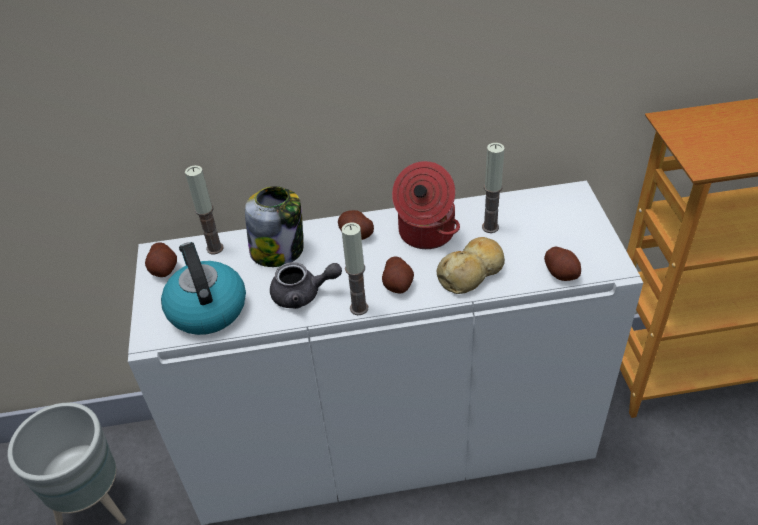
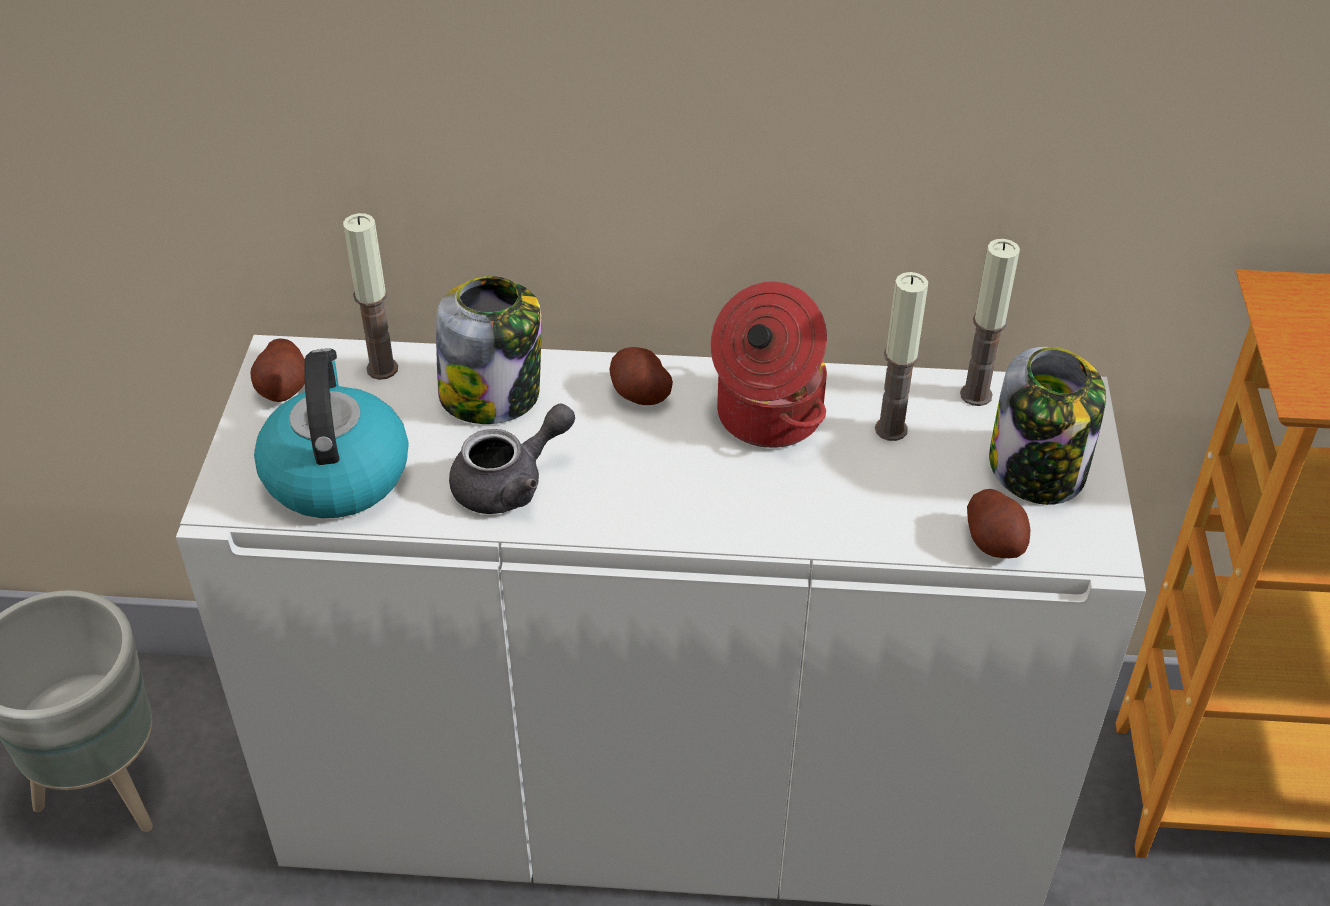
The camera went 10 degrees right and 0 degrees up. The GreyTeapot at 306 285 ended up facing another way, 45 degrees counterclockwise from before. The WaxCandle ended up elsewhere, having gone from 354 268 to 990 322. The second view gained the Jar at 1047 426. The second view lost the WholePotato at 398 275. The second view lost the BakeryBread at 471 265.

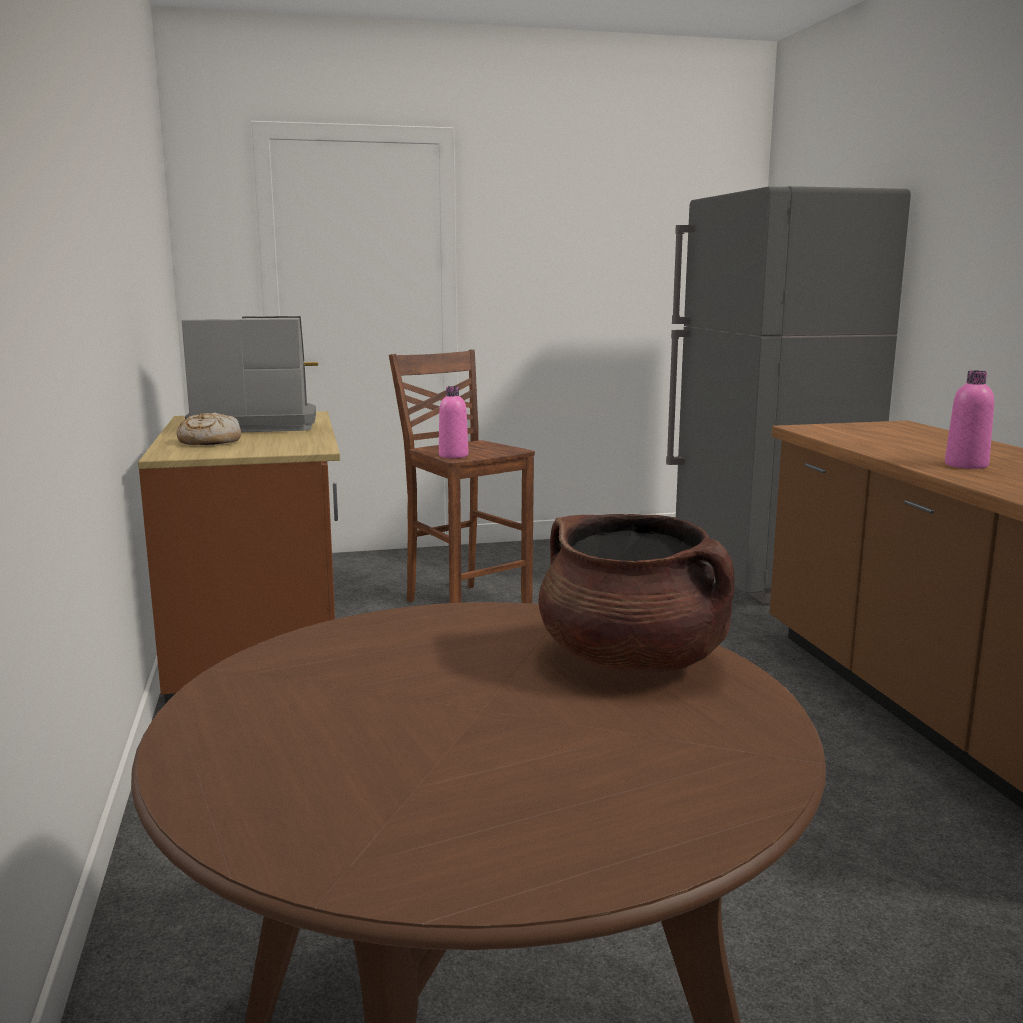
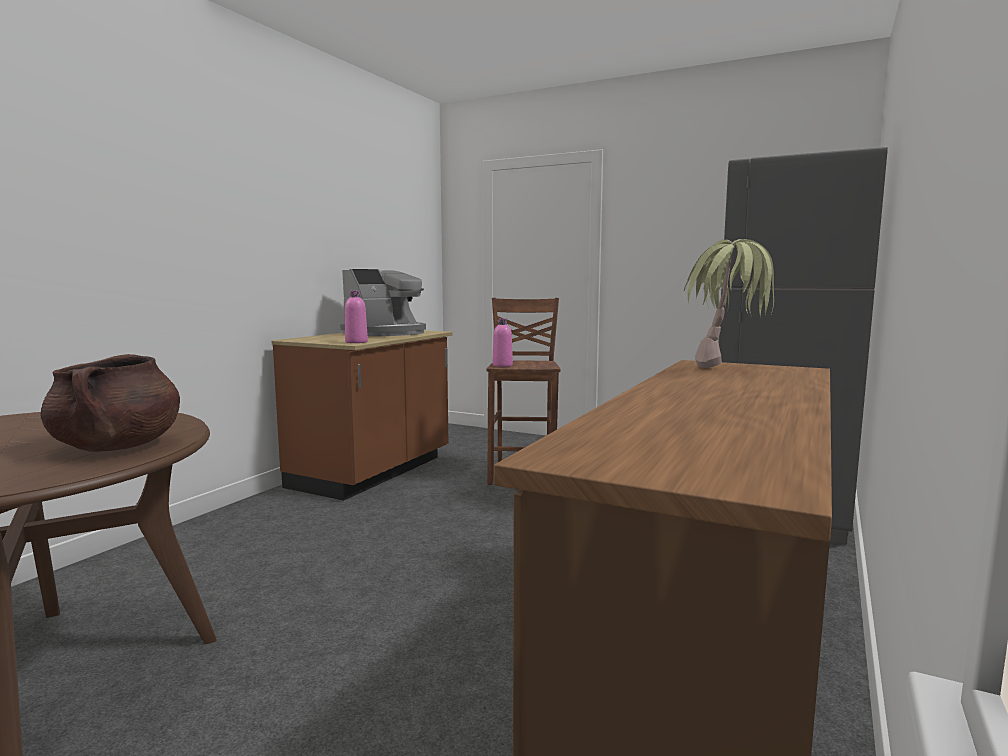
The camera went 40 degrees right and 5 degrees down. The CoffeeBrewer at 249 374 ended up facing another way, 105 degrees clockwise from before. The PinkColouredBottle ended up elsewhere, having gone from 969 419 to 356 317. The second view gained the PottedPlant at 729 303. The second view lost the BakeryBread at 209 429.

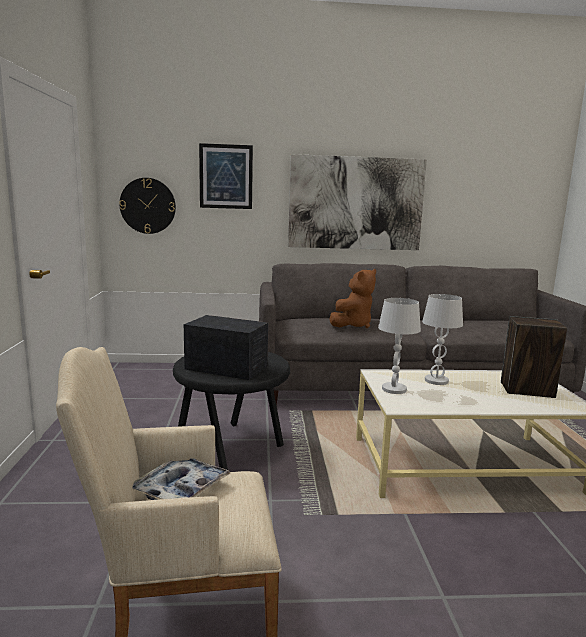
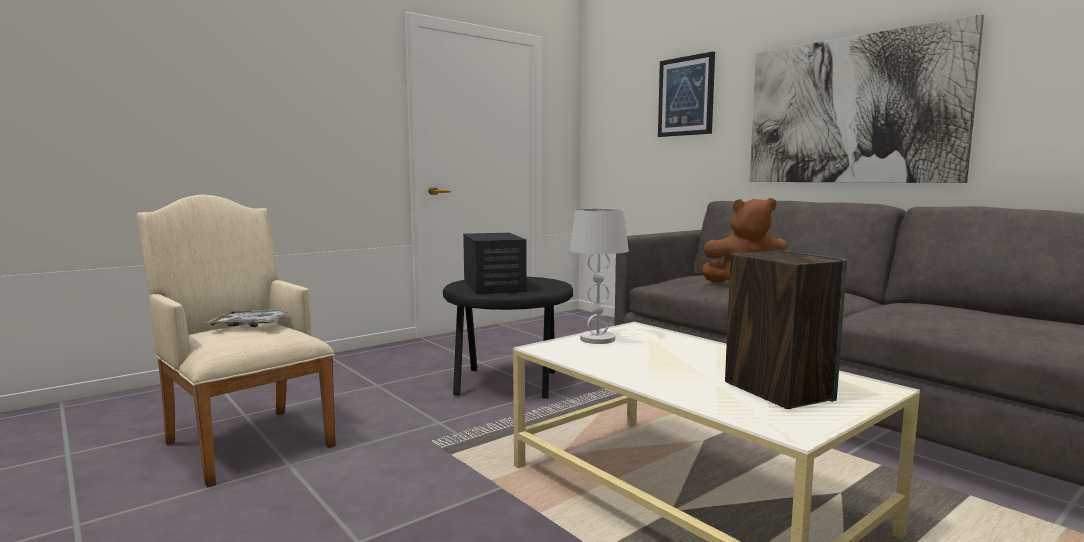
The camera went 55 degrees right and 5 degrees down. The second view lost the HangingClock at 147 206. The second view lost the WhiteTabletopLamp at 442 339.

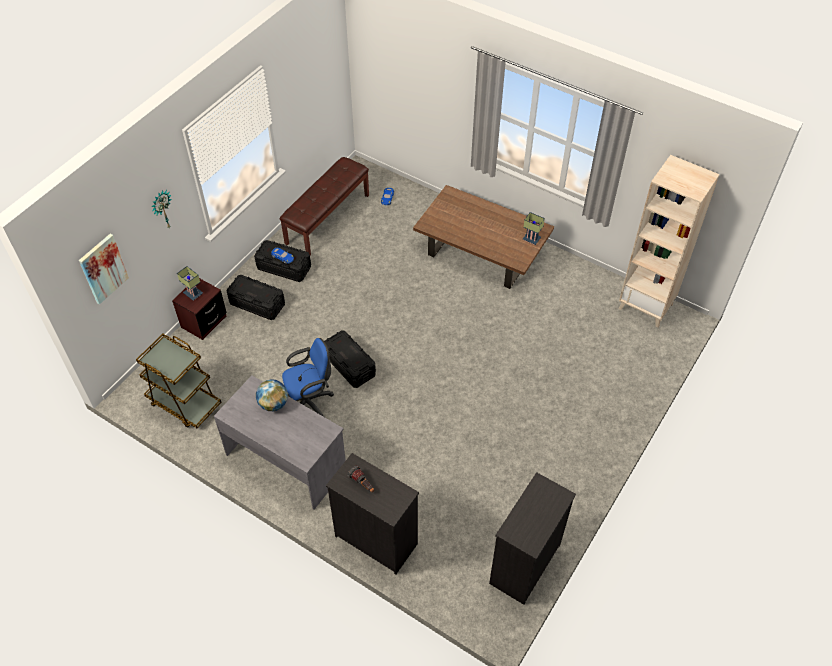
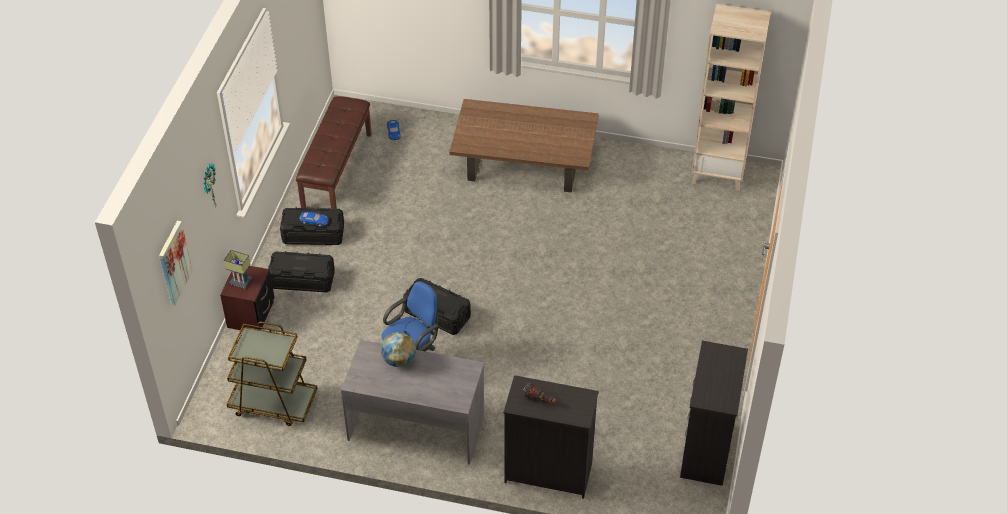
The camera went 20 degrees left and 5 degrees down. The second view lost the TabletopLamp at 534 228.

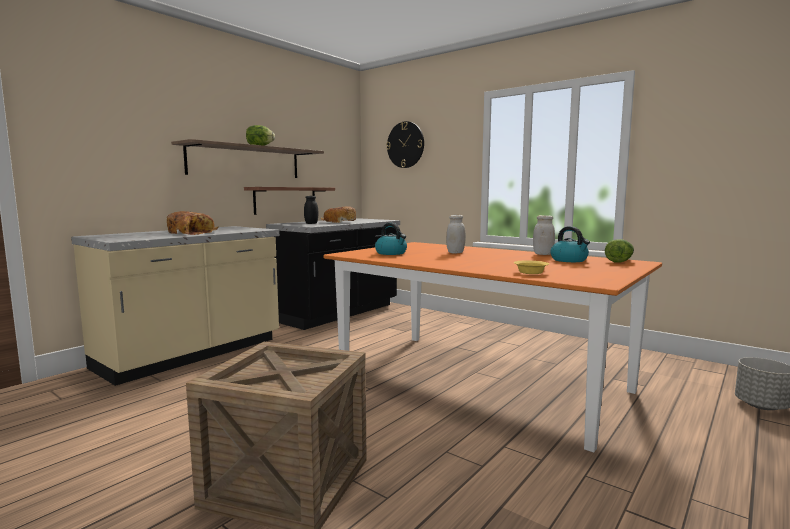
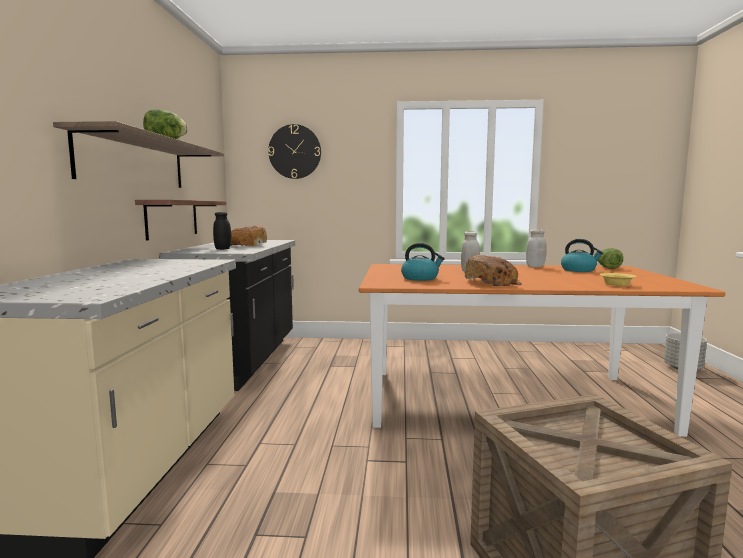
The camera went 35 degrees left and 0 degrees up. The BakeryBread ended up elsewhere, having gone from 192 223 to 493 270.

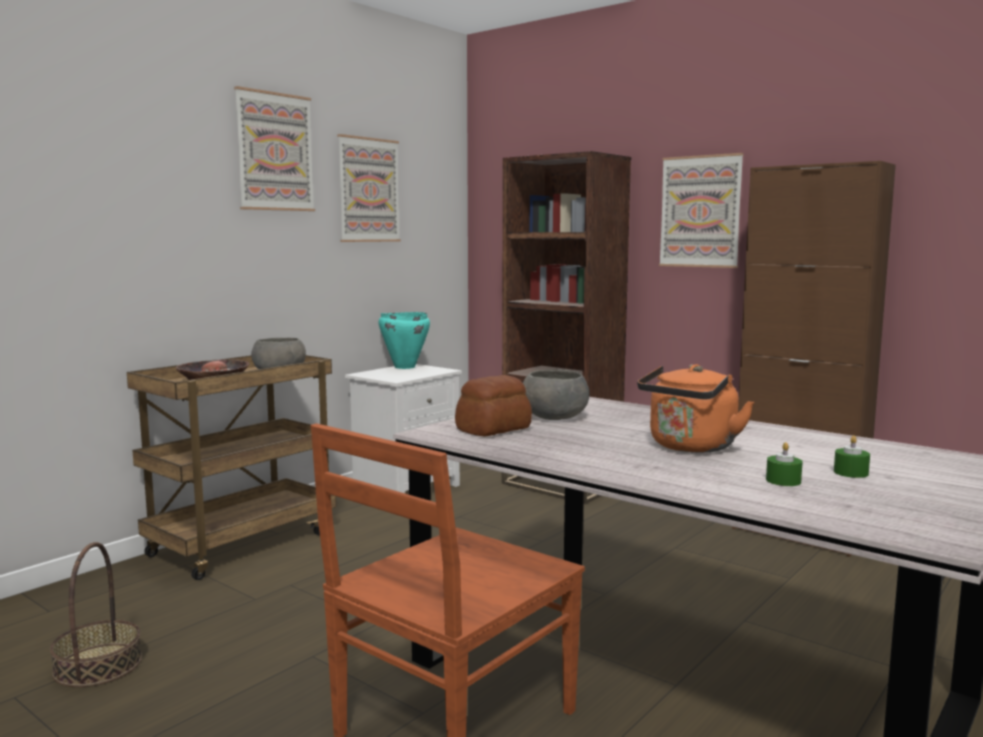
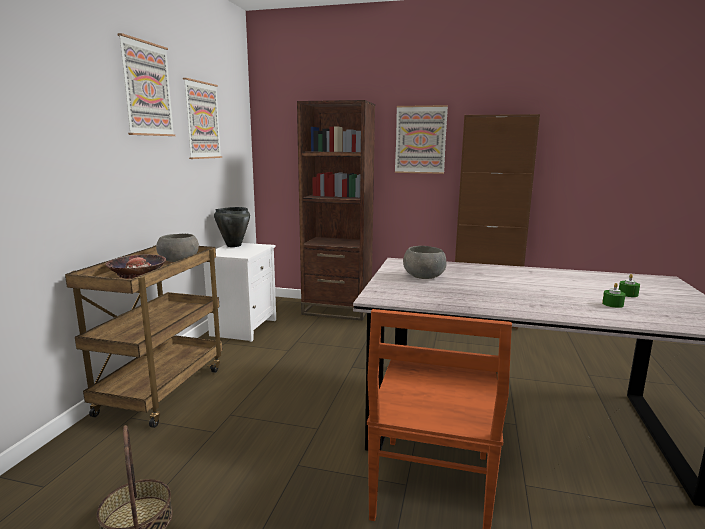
The camera went 25 degrees left and 5 degrees up. What was the BlueGreenCookingPot at 404 340 turned into the BlackColouredCookingPot at 232 227. The second view lost the BakeryBread at 493 406. The second view lost the OrangeColouredKettle at 695 408.

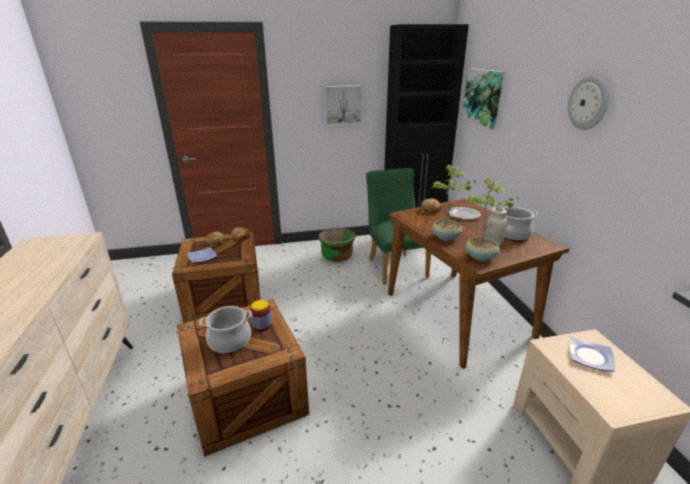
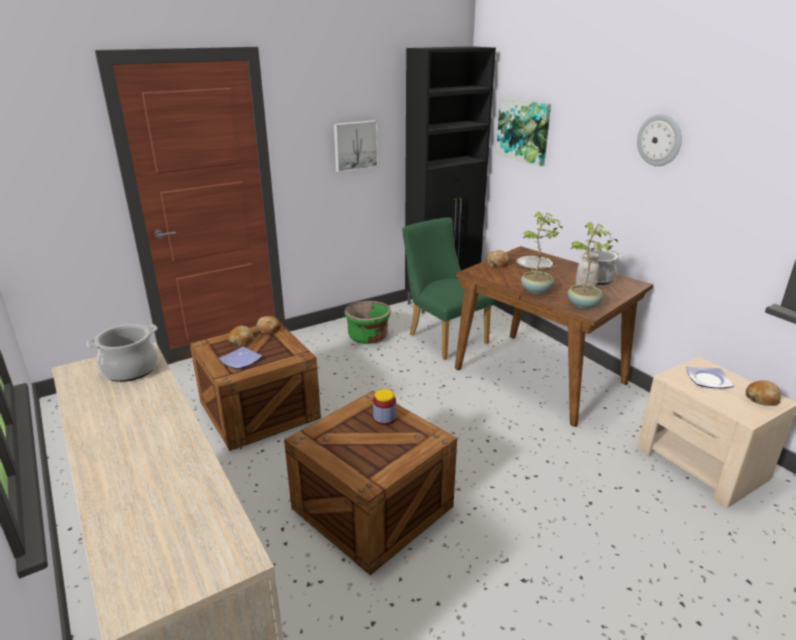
The camera went 20 degrees left and 0 degrees up. The CookingPot ended up elsewhere, having gone from 225 330 to 122 353. The second view gained the BakeryBread at 763 393.

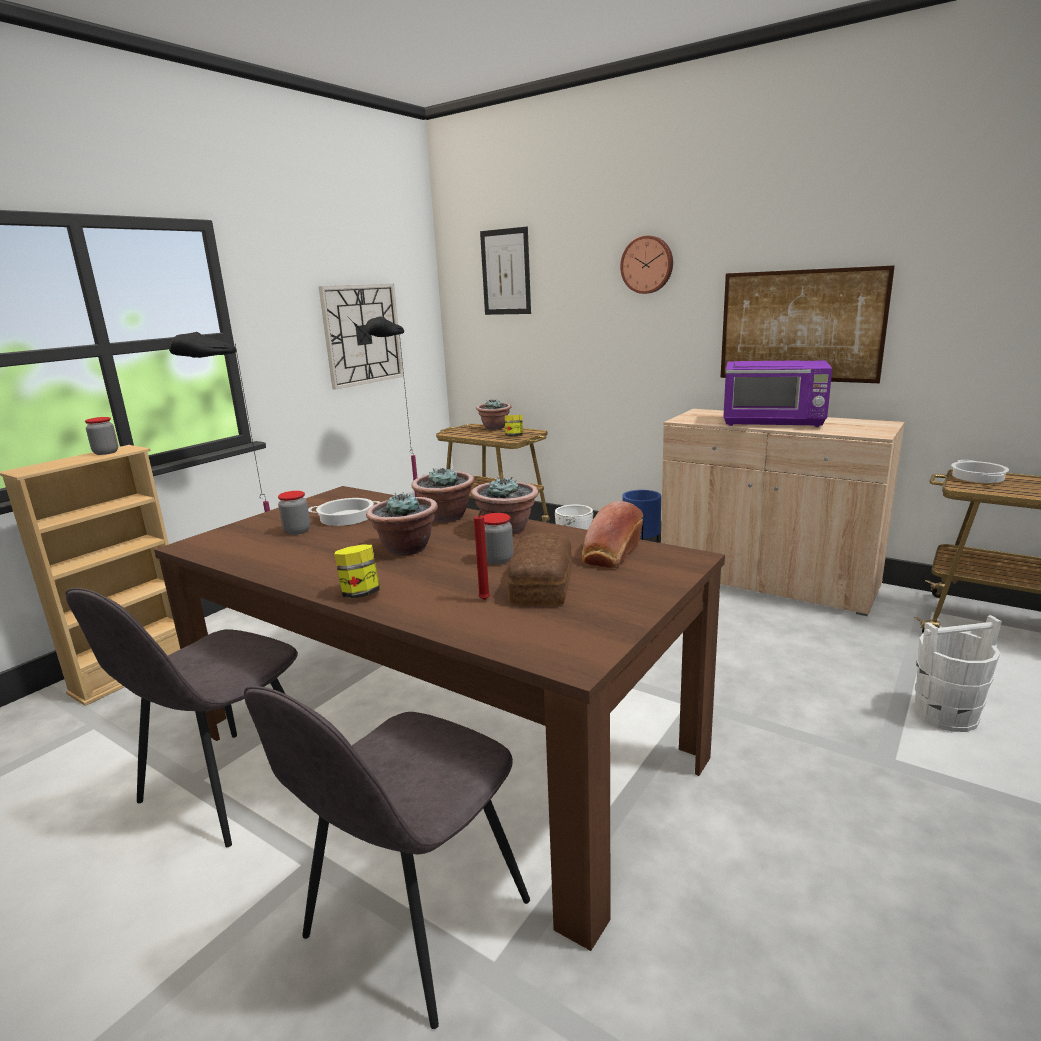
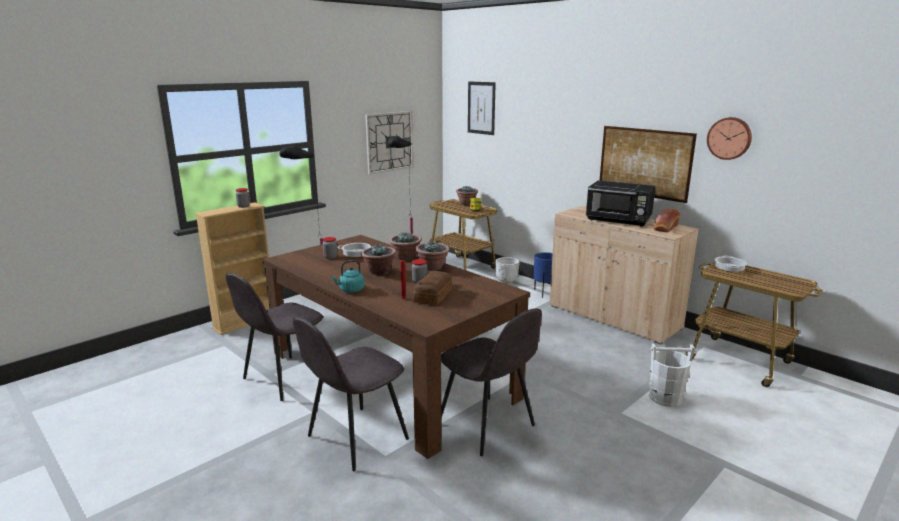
The camera went 10 degrees right and 0 degrees up. Where the Jar stood at 357 571, the BlueGreenKettle came to stand at 348 276. The second view gained the GreyUprightChair at 491 382. What was the PurplishMicrowave at 777 393 turned into the BlackColouredMicrowave at 620 204. The BakeryBread ended up elsewhere, having gone from 612 534 to 667 220. The HangingClock ended up elsewhere, having gone from 646 265 to 729 138.

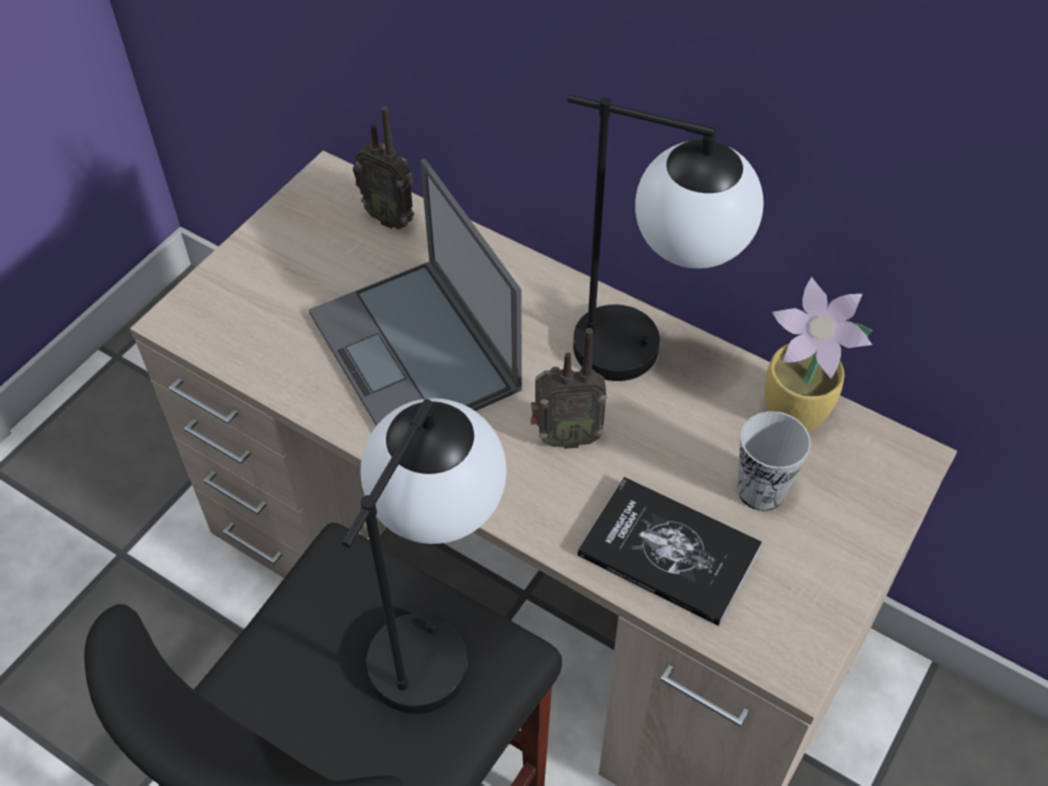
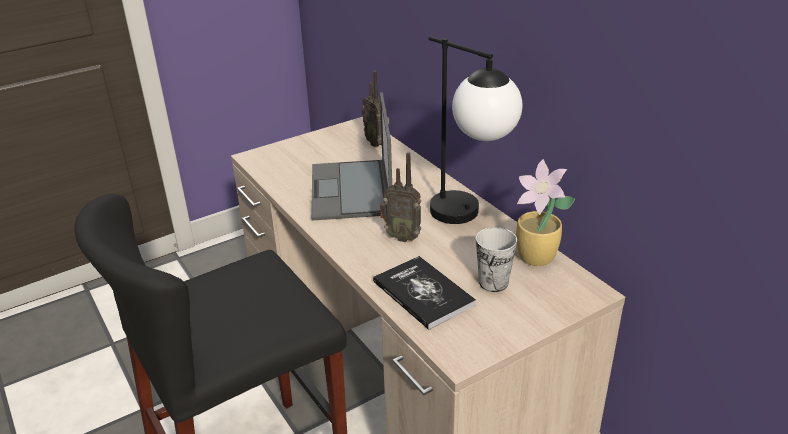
The camera went 25 degrees right and 20 degrees down. The second view lost the TabletopLamp at 424 556.

